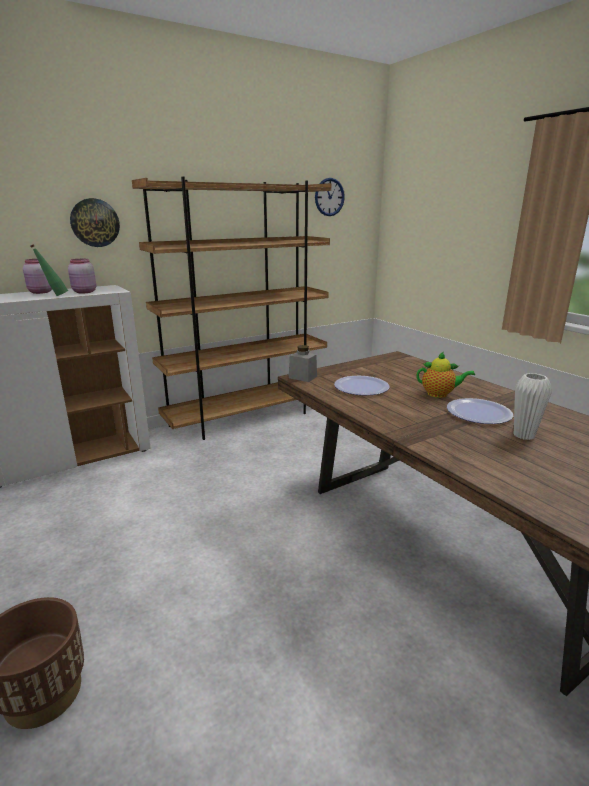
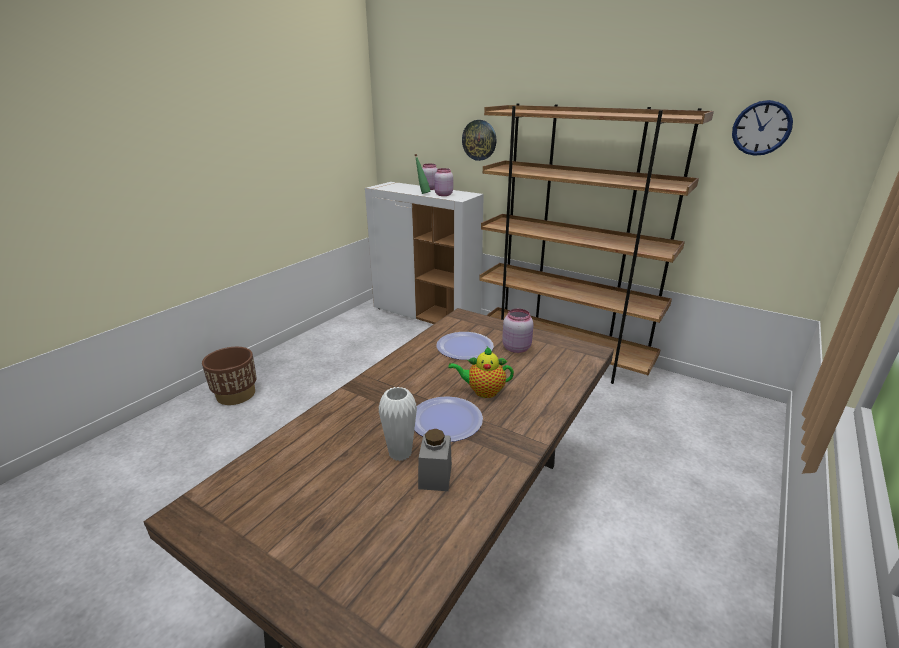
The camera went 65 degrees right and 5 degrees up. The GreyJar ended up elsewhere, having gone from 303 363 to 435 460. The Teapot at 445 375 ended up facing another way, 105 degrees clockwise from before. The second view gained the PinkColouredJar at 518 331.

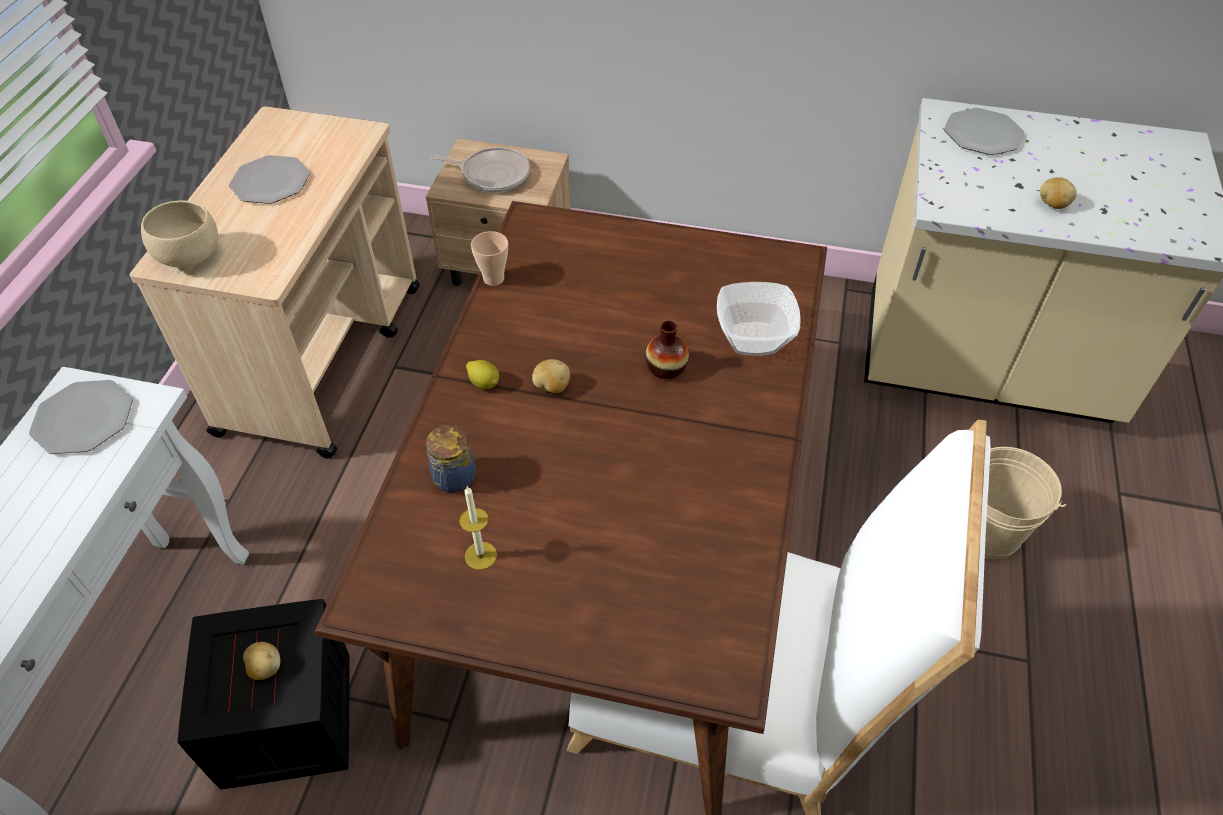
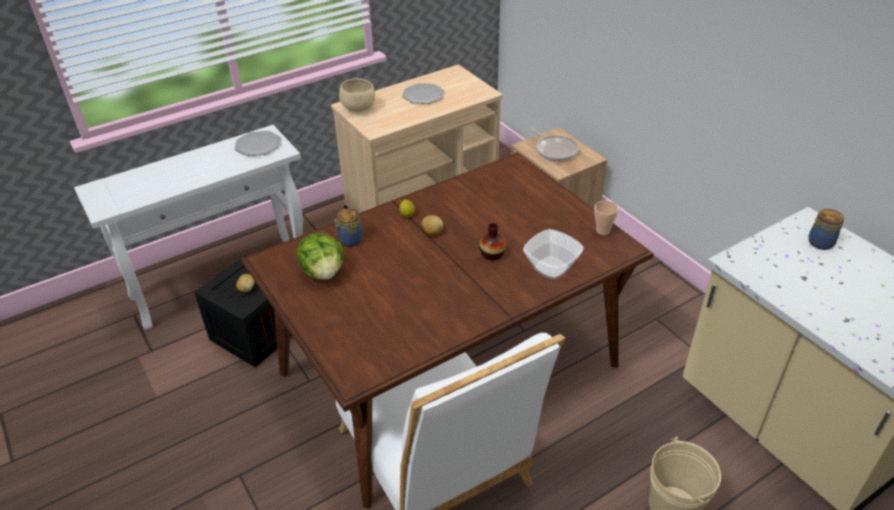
The camera went 45 degrees right and 10 degrees down. Where the WaxCandle stood at 478 528, the HeadOfLettuce came to stand at 320 256. The SmallCup ended up elsewhere, having gone from 489 258 to 606 218. Where the Plate stood at 984 131, the Jar came to stand at 826 229. The second view lost the WholePotato at 1058 193.

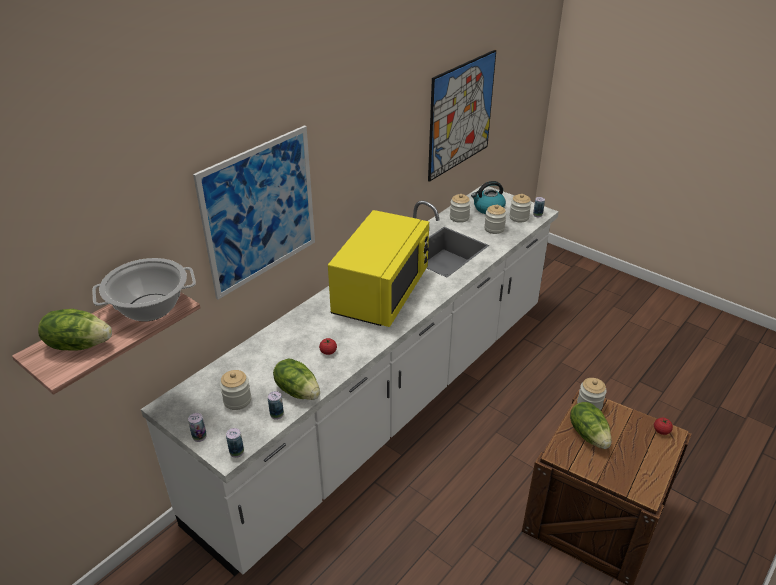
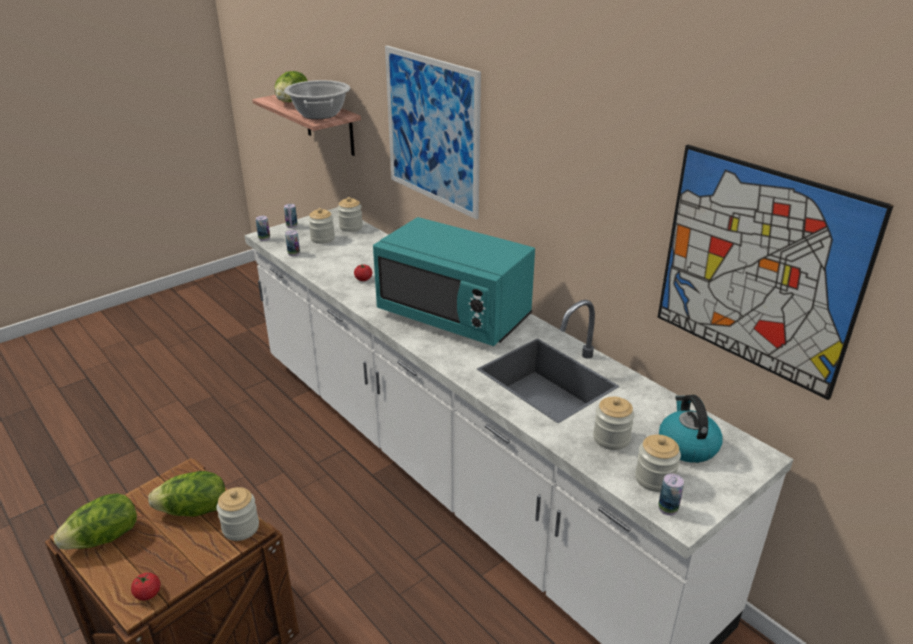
The camera went 100 degrees right and 5 degrees down. The HeadOfLettuce ended up elsewhere, having gone from 296 379 to 95 521. The Jar ended up elsewhere, having gone from 460 208 to 350 214. What was the YellowColouredMicrowave at 378 268 turned into the BlueGreenMicrowave at 454 281.

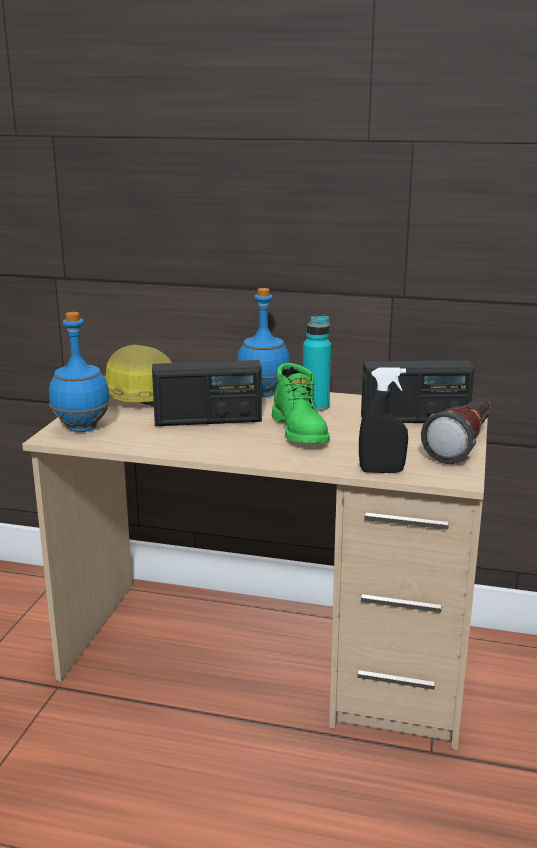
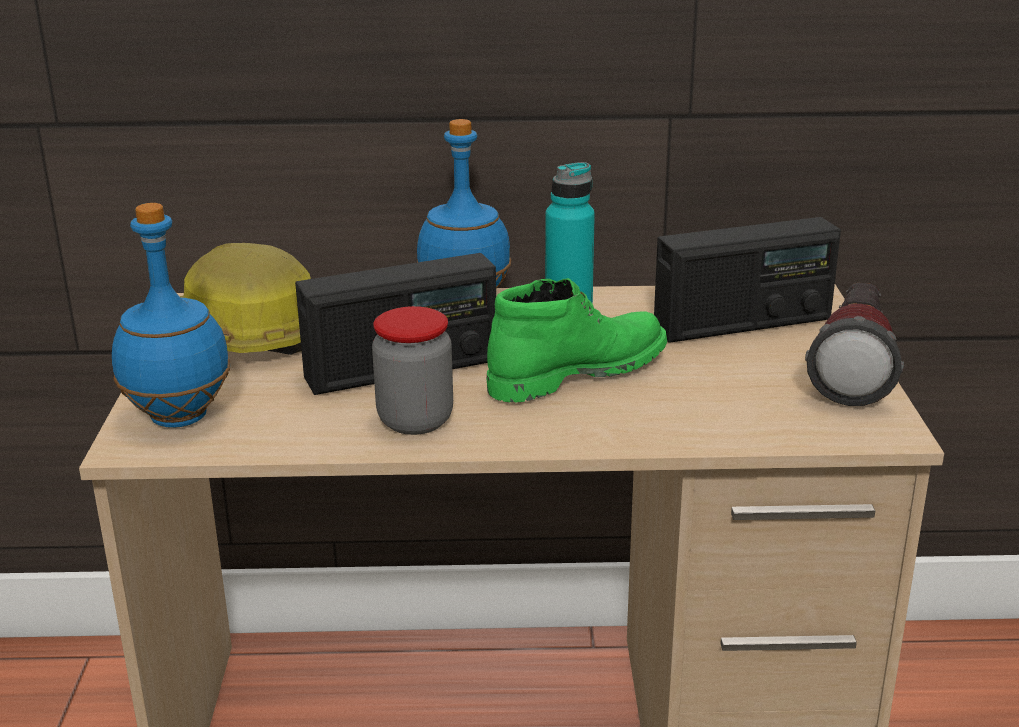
The camera went 15 degrees left and 5 degrees up. The second view gained the Jar at 412 370. The GreenishHighTopBoot at 301 403 ended up facing another way, 90 degrees counterclockwise from before. The second view lost the BlackColouredSprayBottle at 383 420.

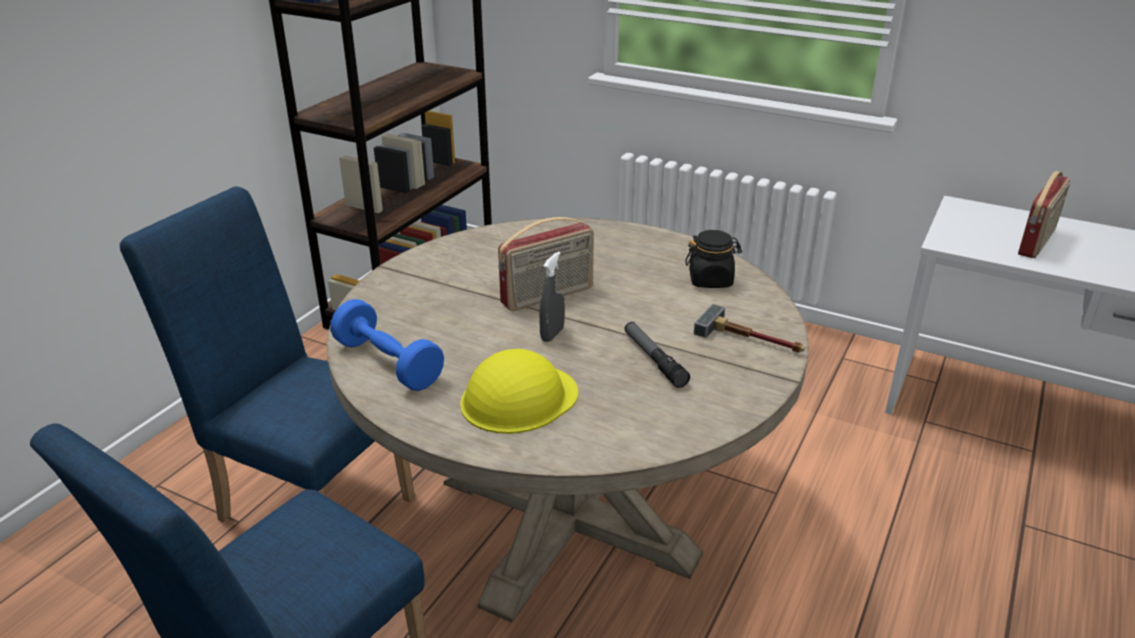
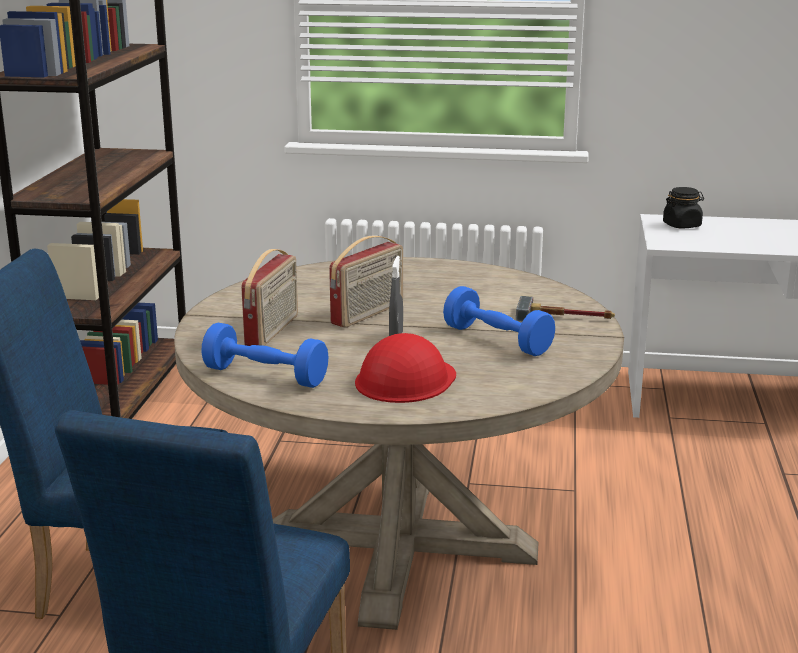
The camera went 20 degrees left and 10 degrees down. The RadioSet ended up elsewhere, having gone from 1044 214 to 269 297. What was the YellowColouredWorkHelmet at 519 391 turned into the RedColouredWorkHelmet at 405 368. Where the HandTorch stood at 657 355, the BlueColouredHandWeight came to stand at 499 321. The BlackColouredJar ended up elsewhere, having gone from 713 259 to 683 207.

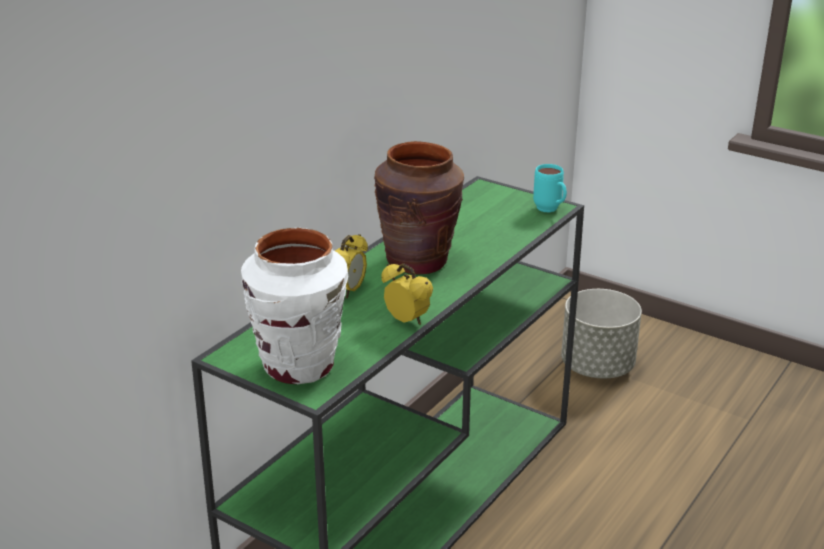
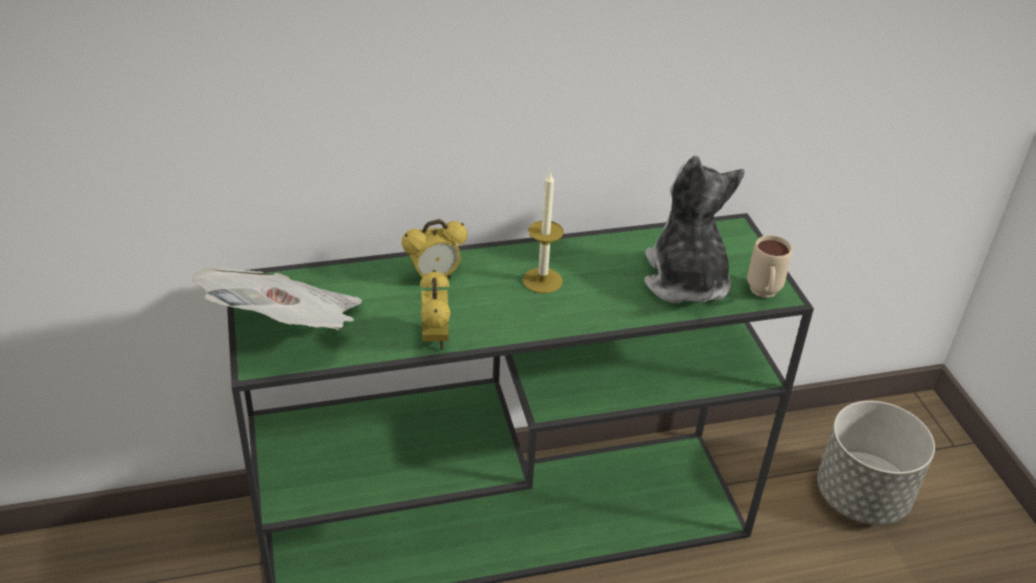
The camera went 40 degrees right and 10 degrees up. Where the WhiteDecorativeVase stood at 294 306, the DailyPaper came to stand at 277 298. Where the BrownDecorativeVase stood at 419 207, the WaxCandle came to stand at 543 232. The second view gained the SoftToy at 694 229. What was the BlueGreenCoffeeMug at 550 188 turned into the BeigeColouredCoffeeMug at 769 266.

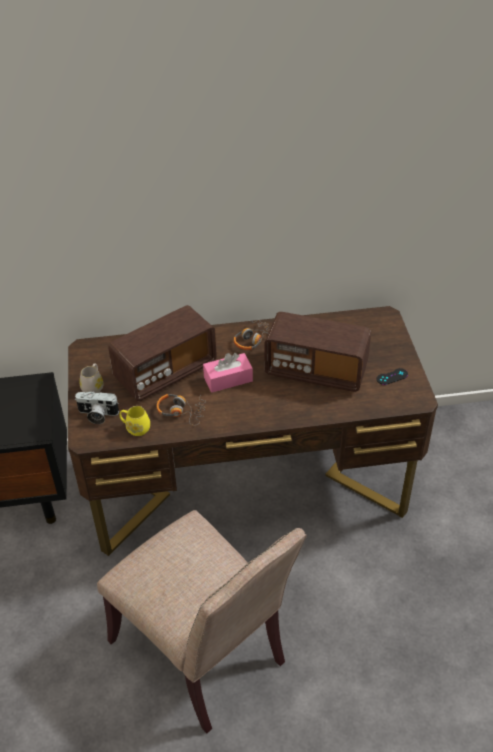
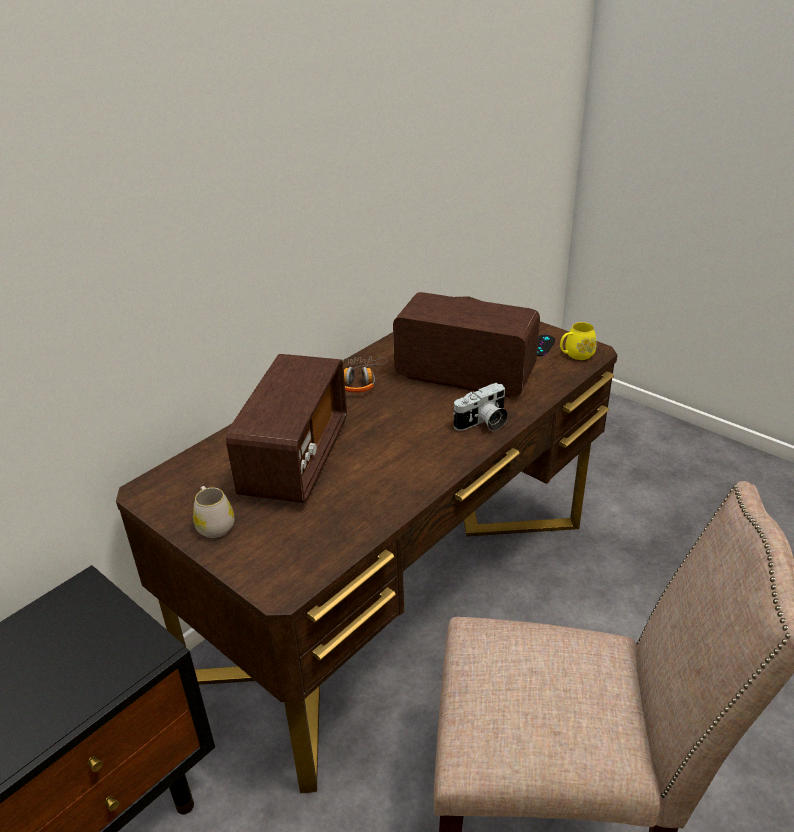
The camera went 40 degrees left and 10 degrees down. The RadioSet at 317 352 ended up facing another way, 135 degrees counterclockwise from before. The PhotoCamera ended up elsewhere, having gone from 97 407 to 480 407. The YellowColouredCoffeeMug ended up elsewhere, having gone from 134 421 to 578 341. The second view lost the Headset at 181 410. The second view lost the PinkColouredBoxOfTissues at 228 373.

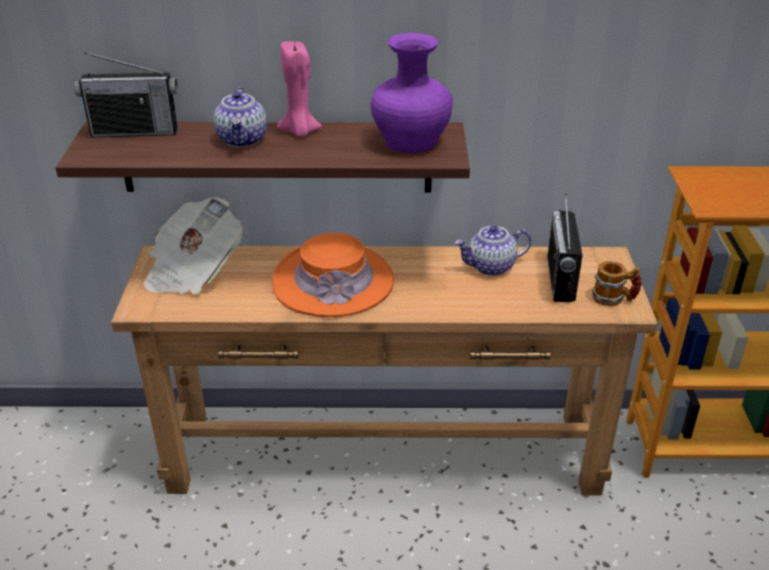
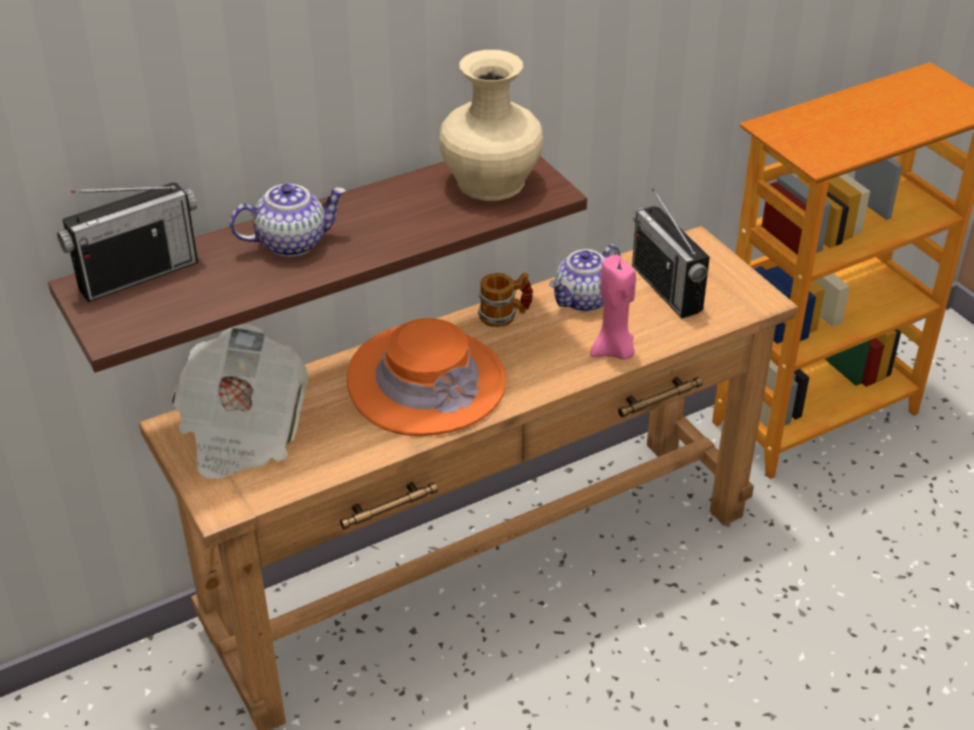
The camera went 30 degrees left and 5 degrees up. The Teapot at 240 117 ended up facing another way, 75 degrees counterclockwise from before. What was the PurplishDecorativeVase at 412 93 turned into the BeigeColouredDecorativeVase at 491 125. The CoffeeMug ended up elsewhere, having gone from 617 283 to 505 299. The PinkColouredWaxCandle ended up elsewhere, having gone from 299 89 to 613 307.

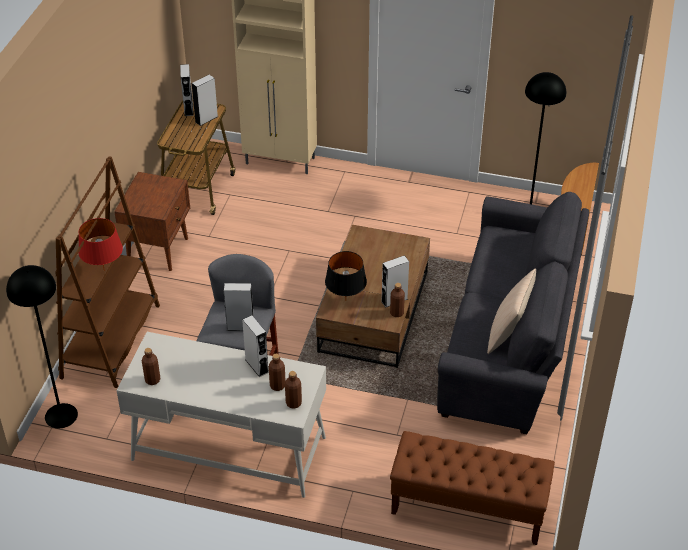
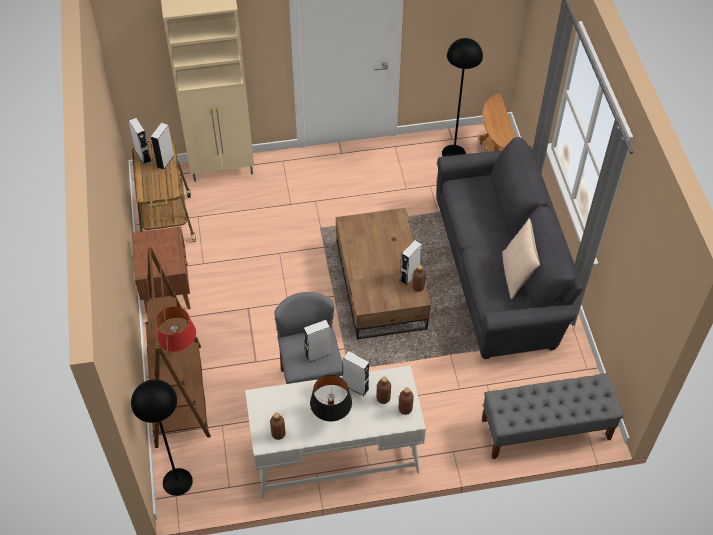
The camera went 25 degrees left and 10 degrees up. The BlackColouredTabletopLamp ended up elsewhere, having gone from 346 273 to 331 398. What was the BrownBench at 472 488 turned into the GreyBench at 553 416.

